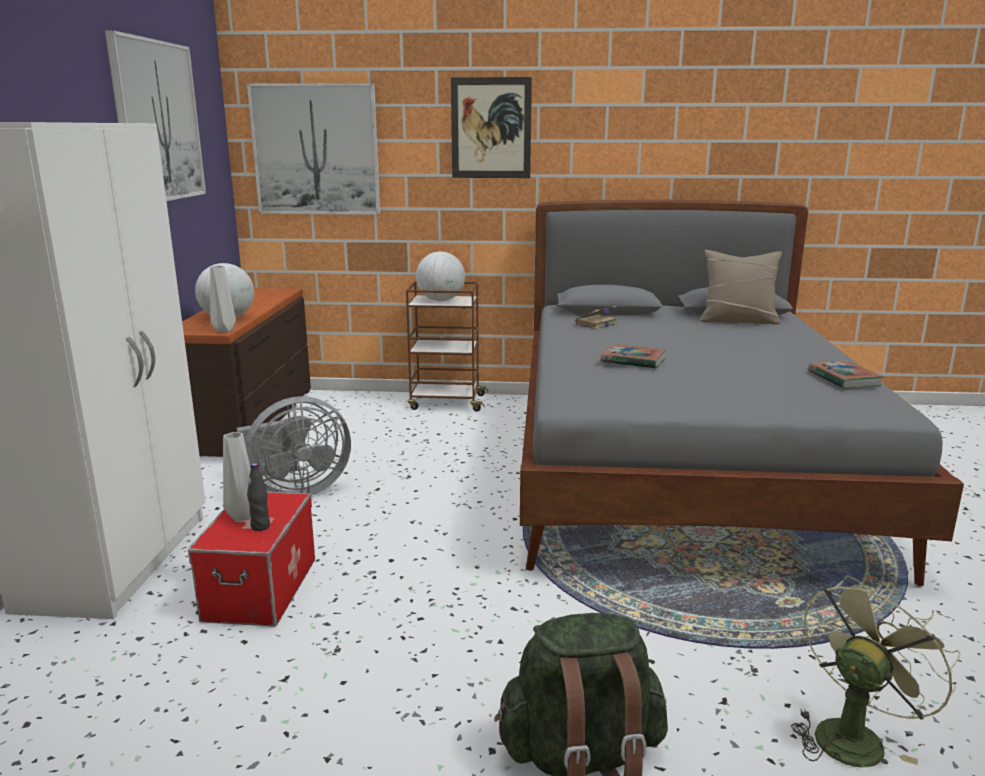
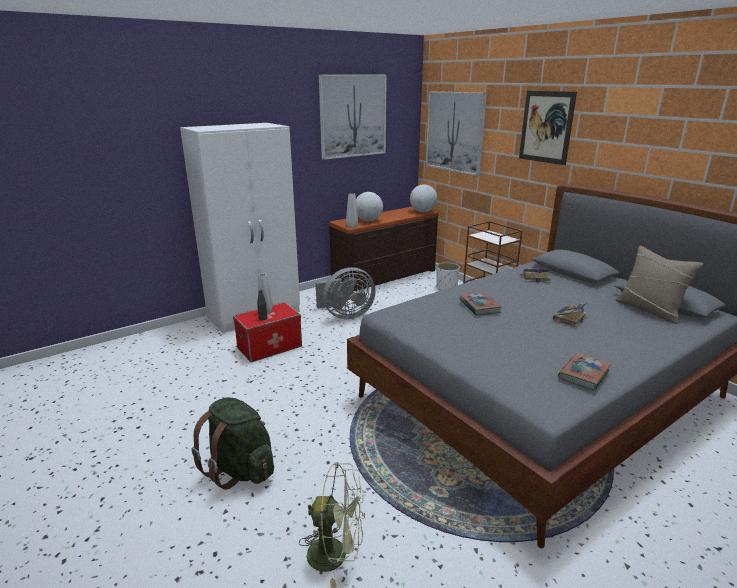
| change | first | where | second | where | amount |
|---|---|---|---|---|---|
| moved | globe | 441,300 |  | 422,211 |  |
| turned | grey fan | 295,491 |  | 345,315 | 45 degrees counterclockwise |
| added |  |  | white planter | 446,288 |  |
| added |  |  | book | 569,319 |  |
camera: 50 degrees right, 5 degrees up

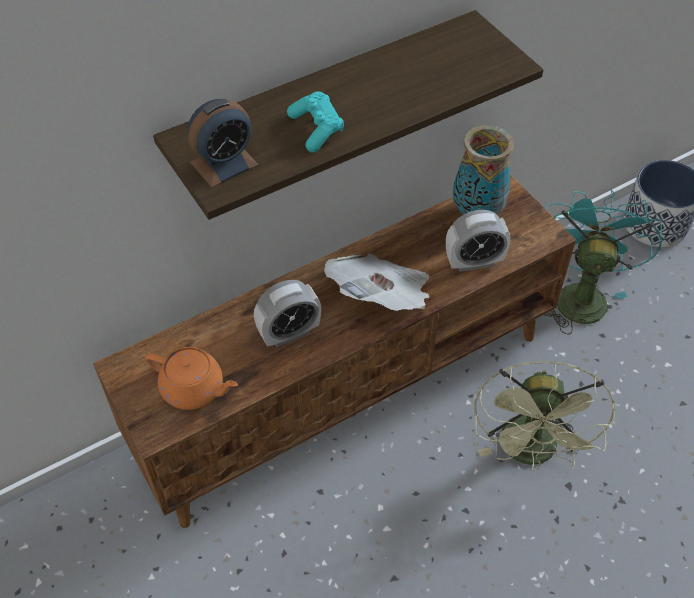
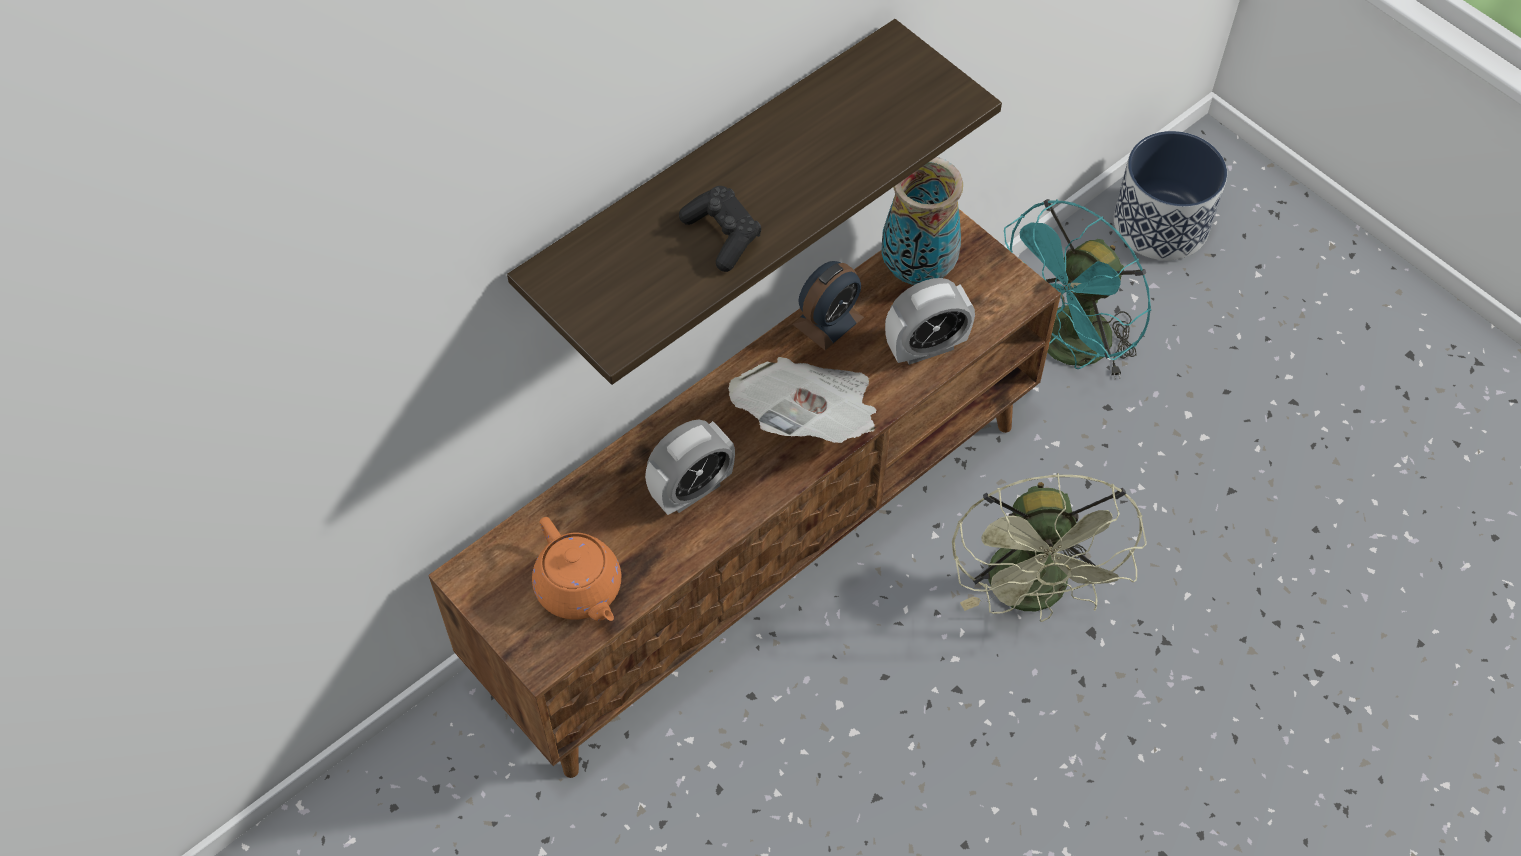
| change | first | where | second | where | amount |
|---|---|---|---|---|---|
| recoloured | turquoise game controller | 316,129 | black game controller | 723,236 |  |
| moved | alarm clock | 224,163 |  | 828,321 |  |
| turned | turquoise fan | 579,294 |  | 1066,349 | 135 degrees counterclockwise |
| turned | orange teapot | 194,389 |  | 579,589 | 45 degrees clockwise |
camera: 10 degrees left, 5 degrees up

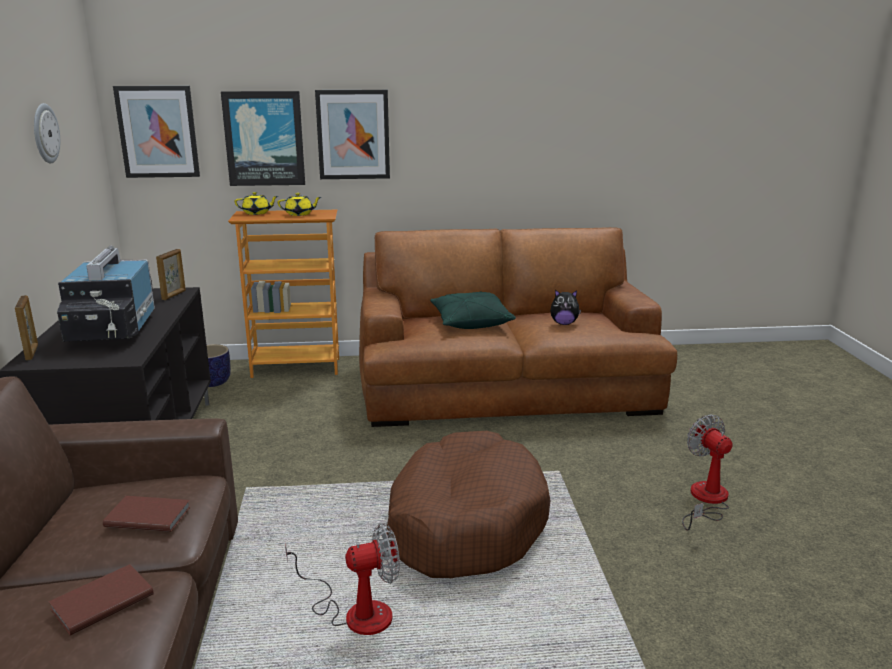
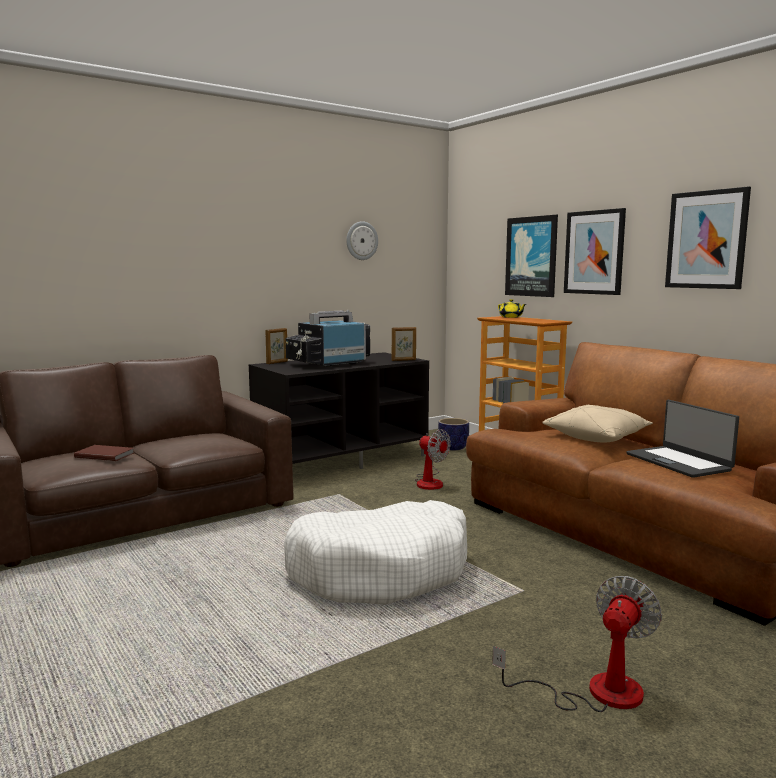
| change | first | where | second | where | amount |
|---|---|---|---|---|---|
| moved | picture | 158,132 |  | 706,240 |  |
| removed | yellow teapot | 300,214 |  |  |  |
| replaced | plush toy | 564,323 | laptop | 678,462 |  |
| recoloured | green pillow | 470,322 | beige pillow | 596,437 |  |
| recoloured | brown dog bed | 465,523 | white dog bed | 381,571 |  |
| removed | brown book | 148,515 |  |  |  |
| moved | fan | 355,612 |  | 430,482 |  |
camera: 60 degrees right, 10 degrees down

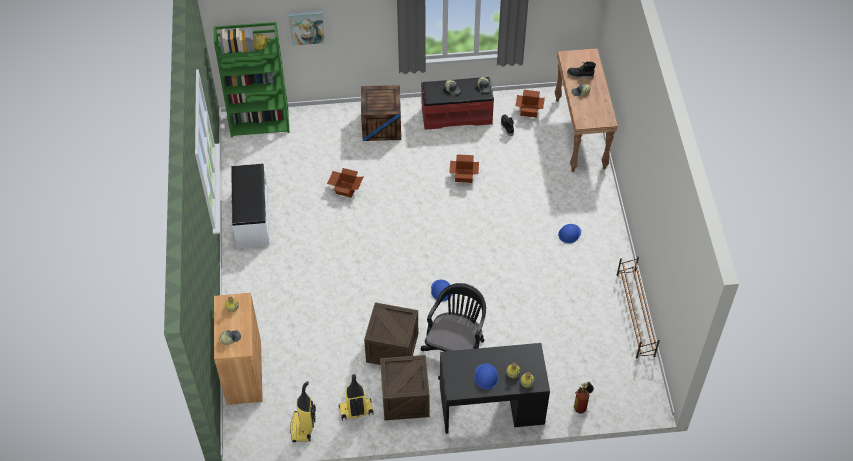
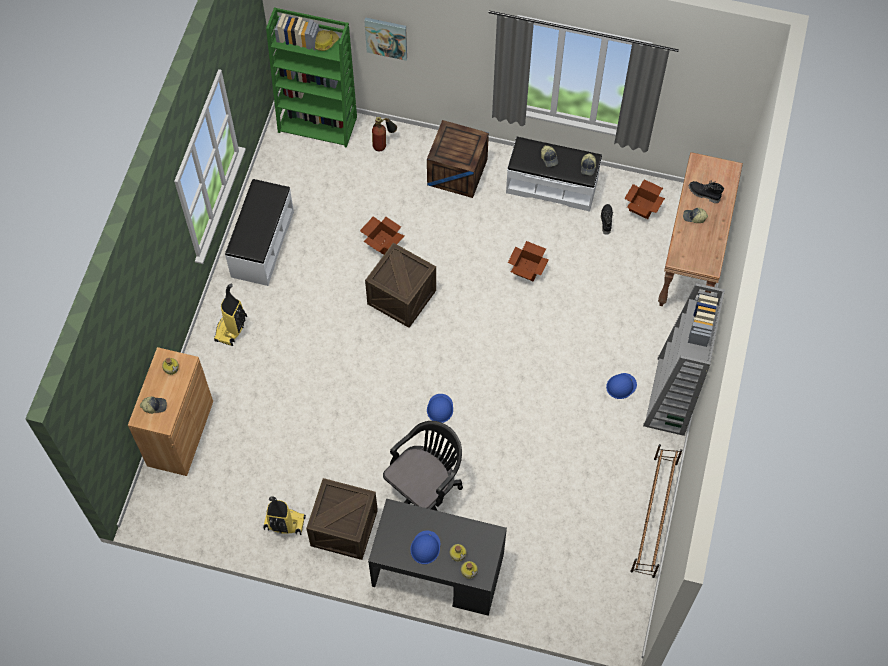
| change | first | where | second | where | amount |
|---|---|---|---|---|---|
| recoloured | red bench | 456,115 | white bench | 552,186 |  |
| moved | crate | 392,347 |  | 401,297 |  |
| moved | vacuum cleaner | 303,427 |  | 231,329 |  |
| moved | fire extinguisher | 582,404 |  | 384,143 |  |
| added |  |  | grey bookcase | 671,397 |  |
camera: 20 degrees right, 10 degrees up

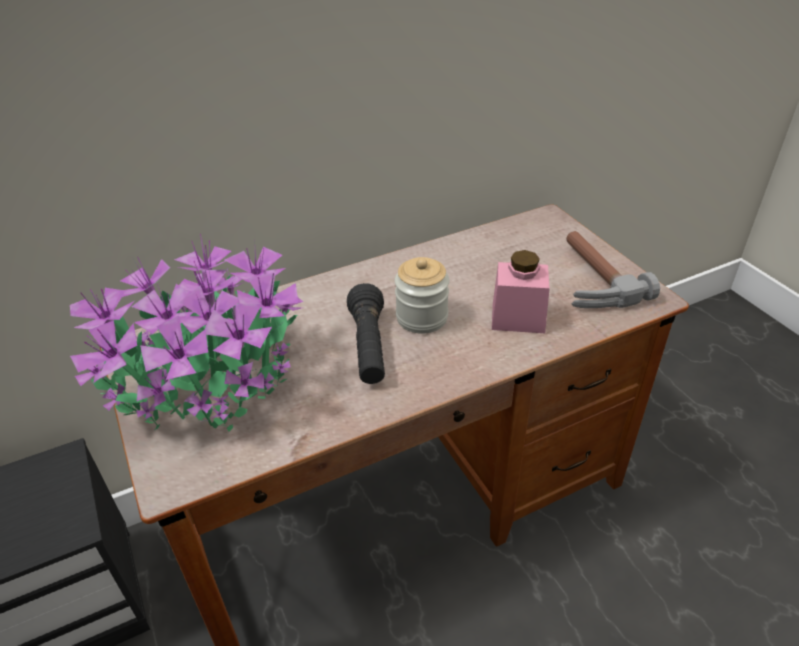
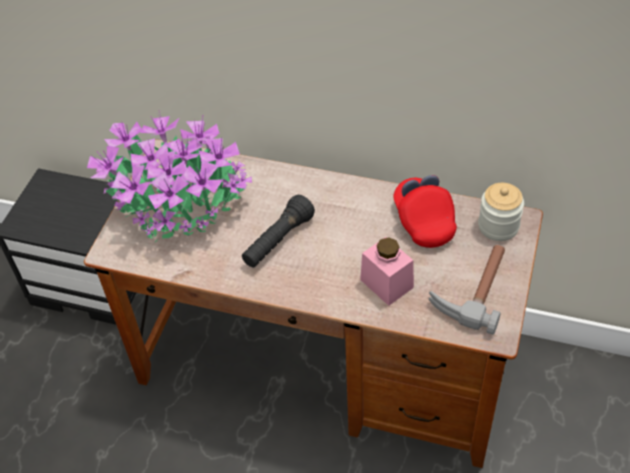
| change | first | where | second | where | amount |
|---|---|---|---|---|---|
| moved | jar | 422,317 |  | 498,226 |  |
| added |  |  | red cap | 423,221 |  |
camera: 45 degrees right, 10 degrees up

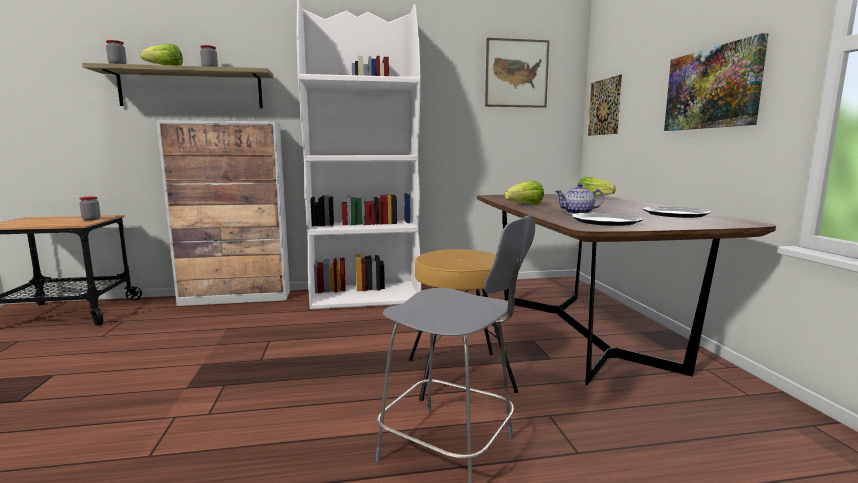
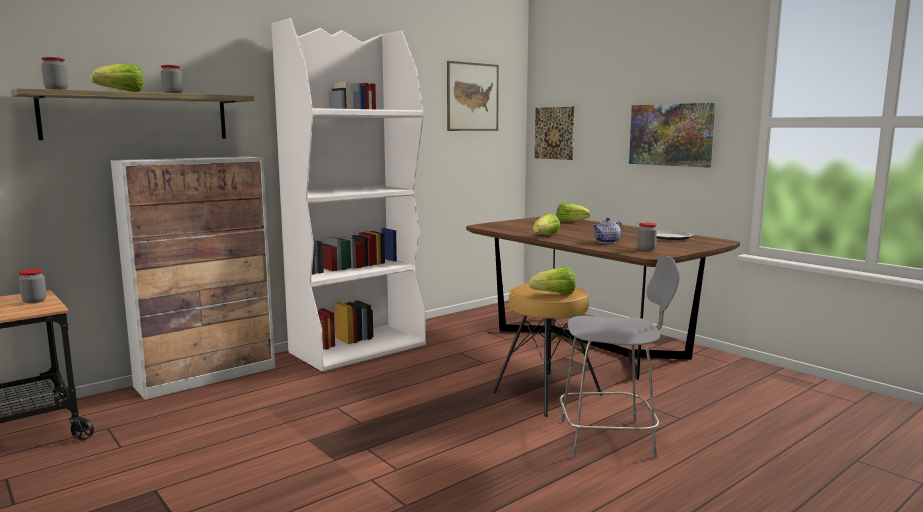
| change | first | where | second | where | amount |
|---|---|---|---|---|---|
| replaced | plate | 605,221 | jar | 646,249 |  |
| added |  |  | lettuce | 554,294 |  |
camera: 30 degrees left, 0 degrees up

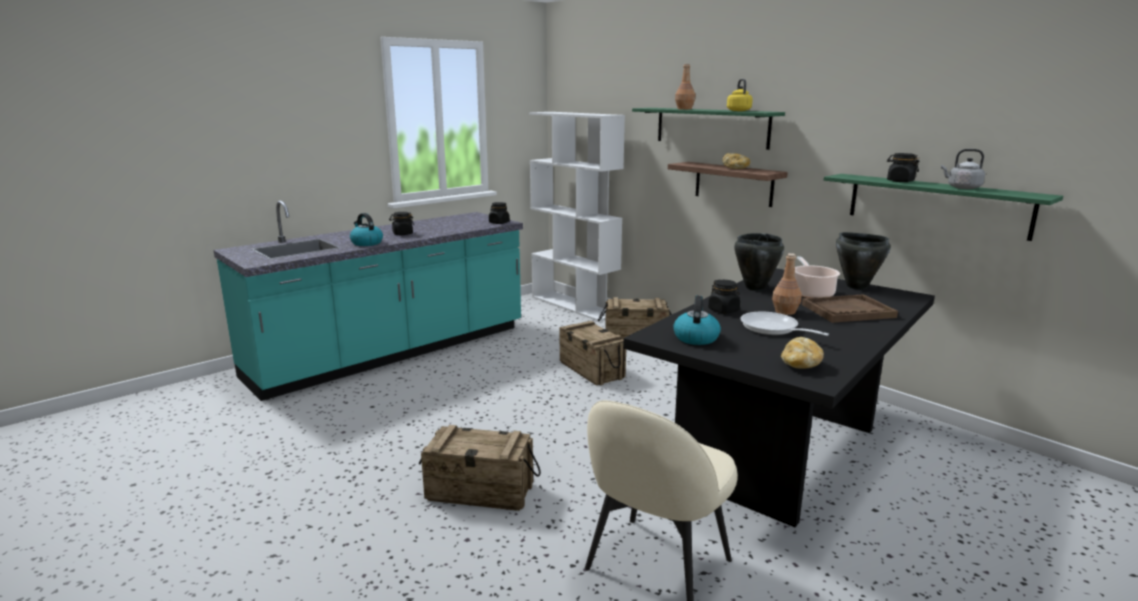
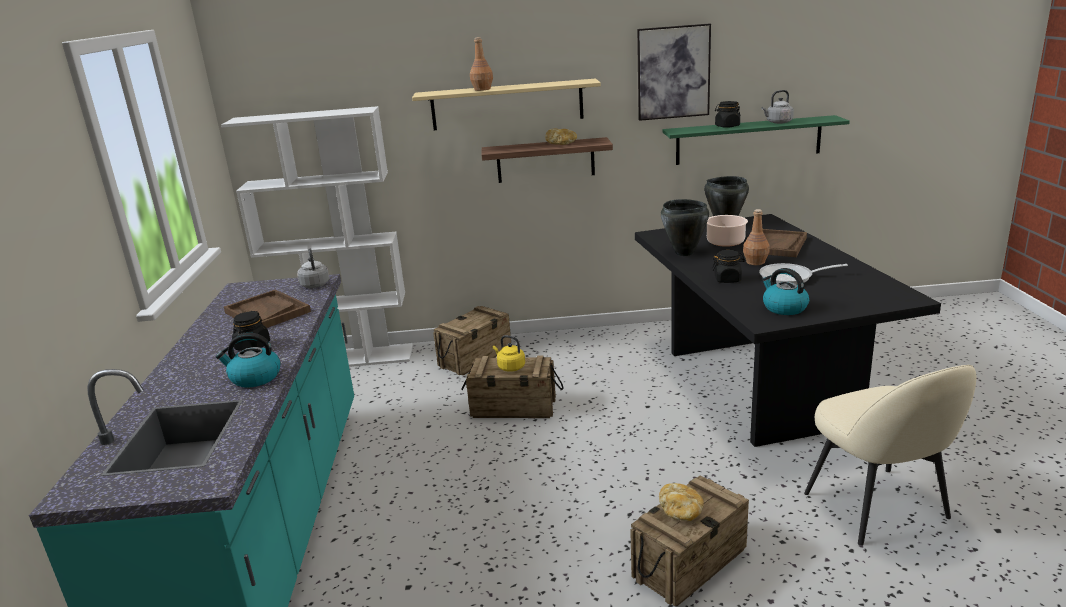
| change | first | where | second | where | amount |
|---|---|---|---|---|---|
| moved | yellow kettle | 738,110 |  | 510,367 |  |
| recoloured | green shelf | 711,127 | beige shelf | 507,105 |  |
| replaced | black jar | 499,223 | grey kettle | 315,284 |  |
| moved | bread | 800,365 |  | 681,512 |  |
| added |  |  | picture | 673,72 |  |
| added |  |  | brown tray | 267,312 |  |
camera: 50 degrees left, 5 degrees up

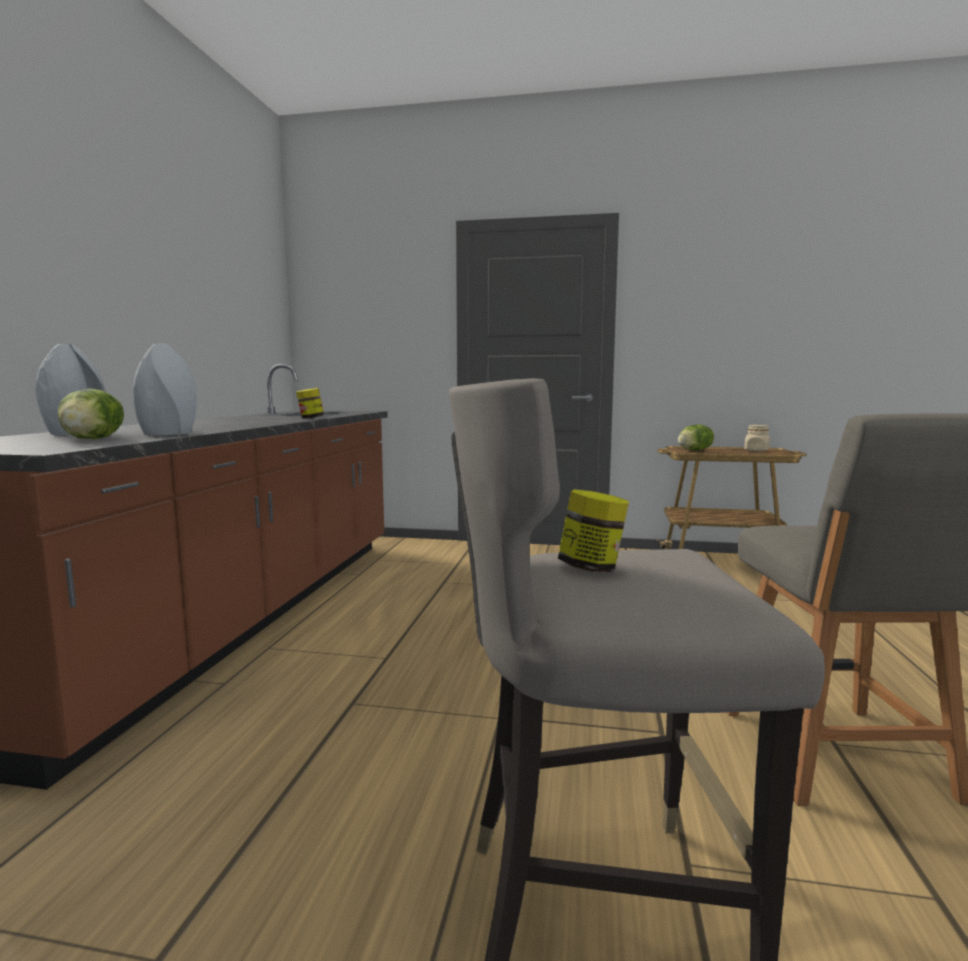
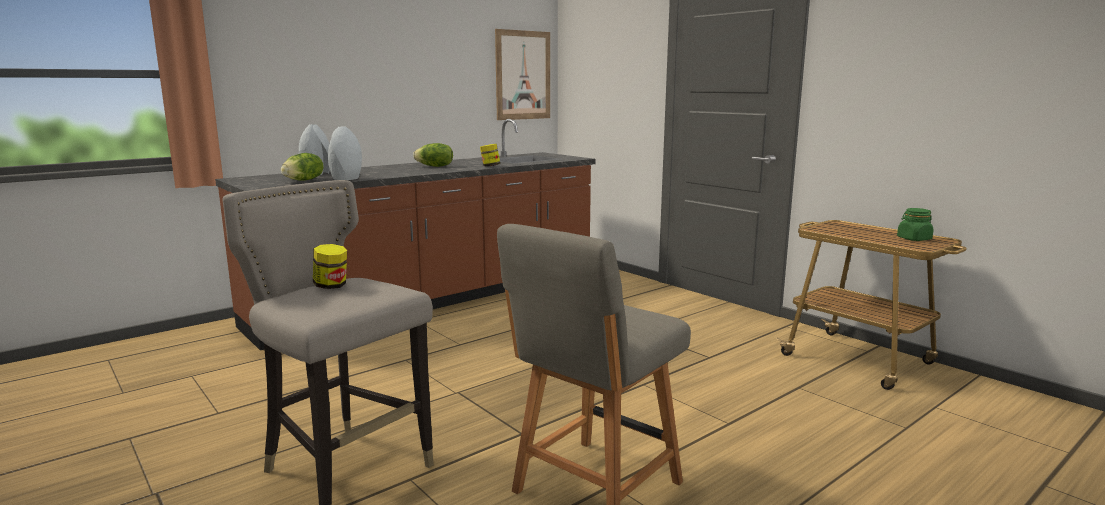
| change | first | where | second | where | amount |
|---|---|---|---|---|---|
| moved | lettuce | 695,450 |  | 435,166 |  |
| recoloured | beige jar | 756,450 | green jar | 914,239 |  |
| added |  |  | picture | 523,75 |  |
camera: 40 degrees right, 5 degrees up

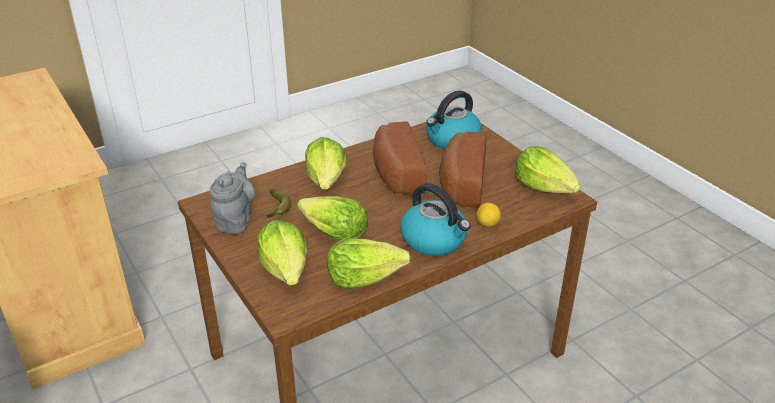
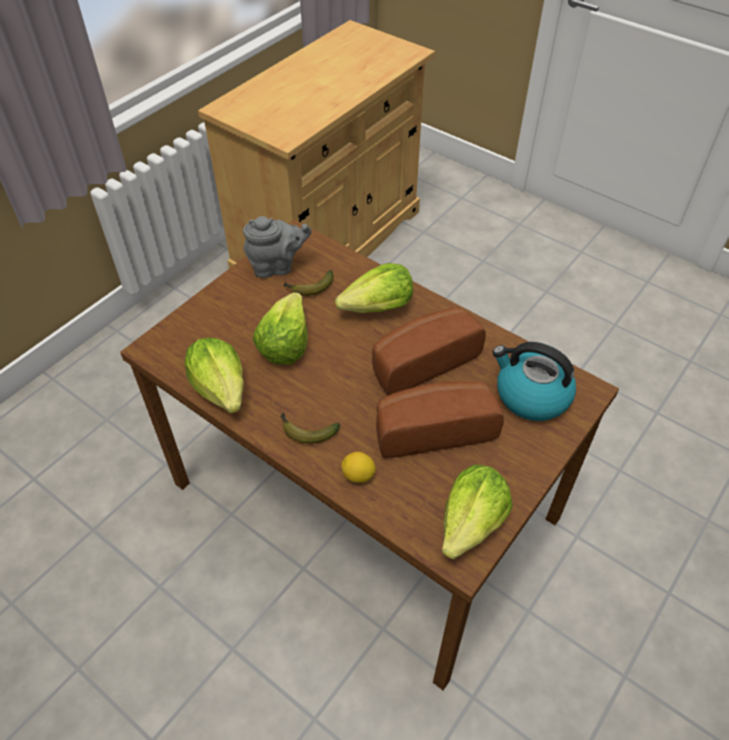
| change | first | where | second | where | amount |
|---|---|---|---|---|---|
| replaced | kettle | 434,240 | banana | 306,431 |  |
| removed | lettuce | 286,269 |  |  |  |
camera: 70 degrees right, 15 degrees up

